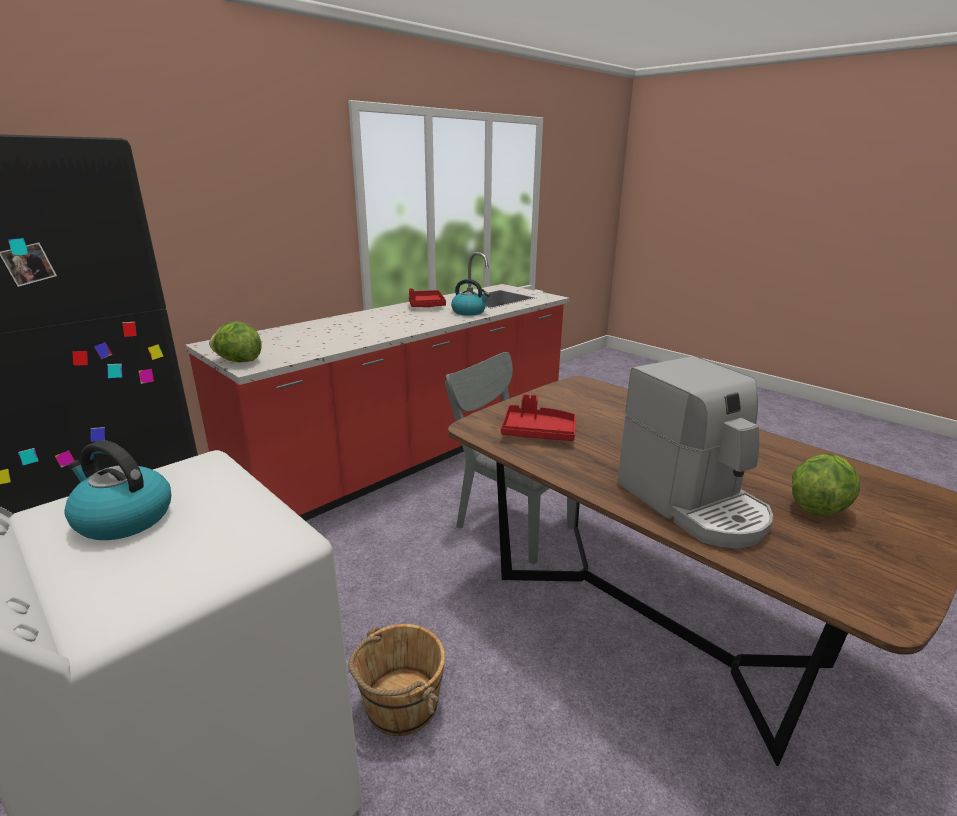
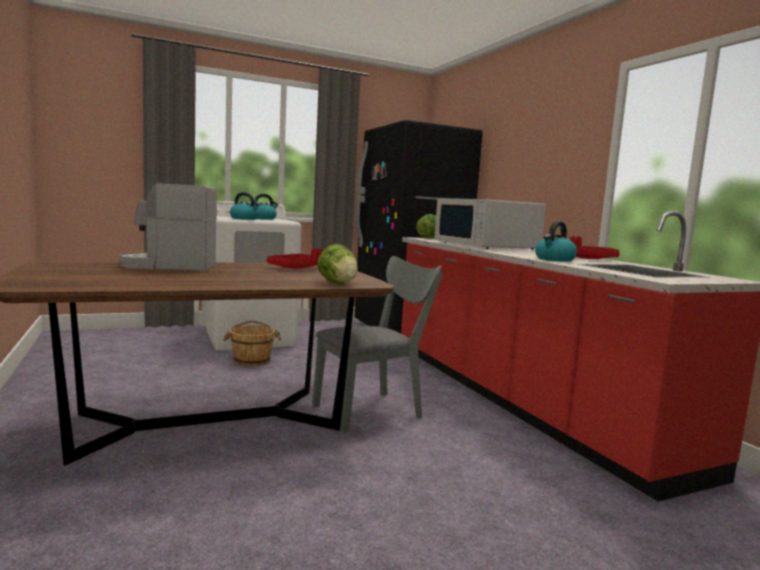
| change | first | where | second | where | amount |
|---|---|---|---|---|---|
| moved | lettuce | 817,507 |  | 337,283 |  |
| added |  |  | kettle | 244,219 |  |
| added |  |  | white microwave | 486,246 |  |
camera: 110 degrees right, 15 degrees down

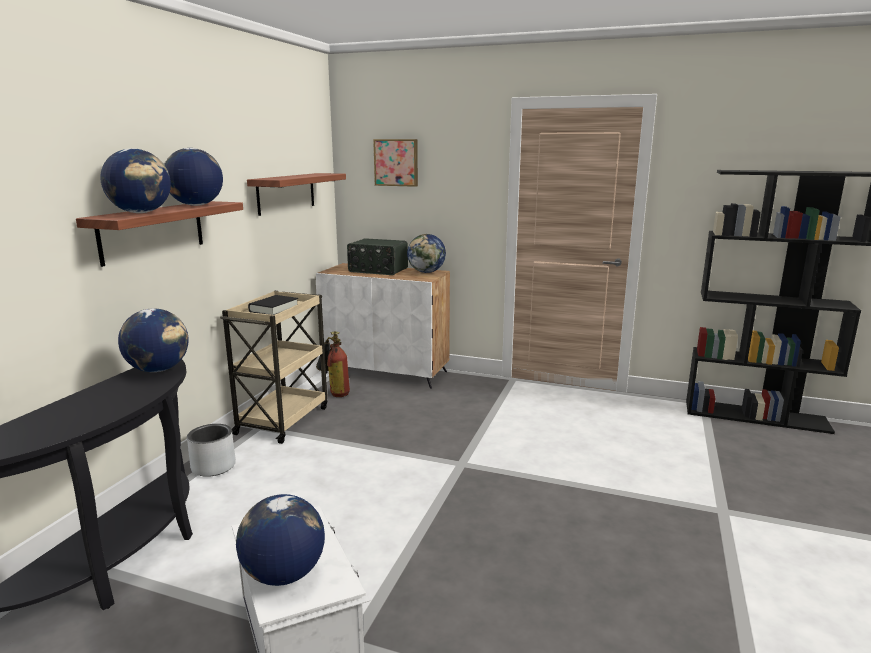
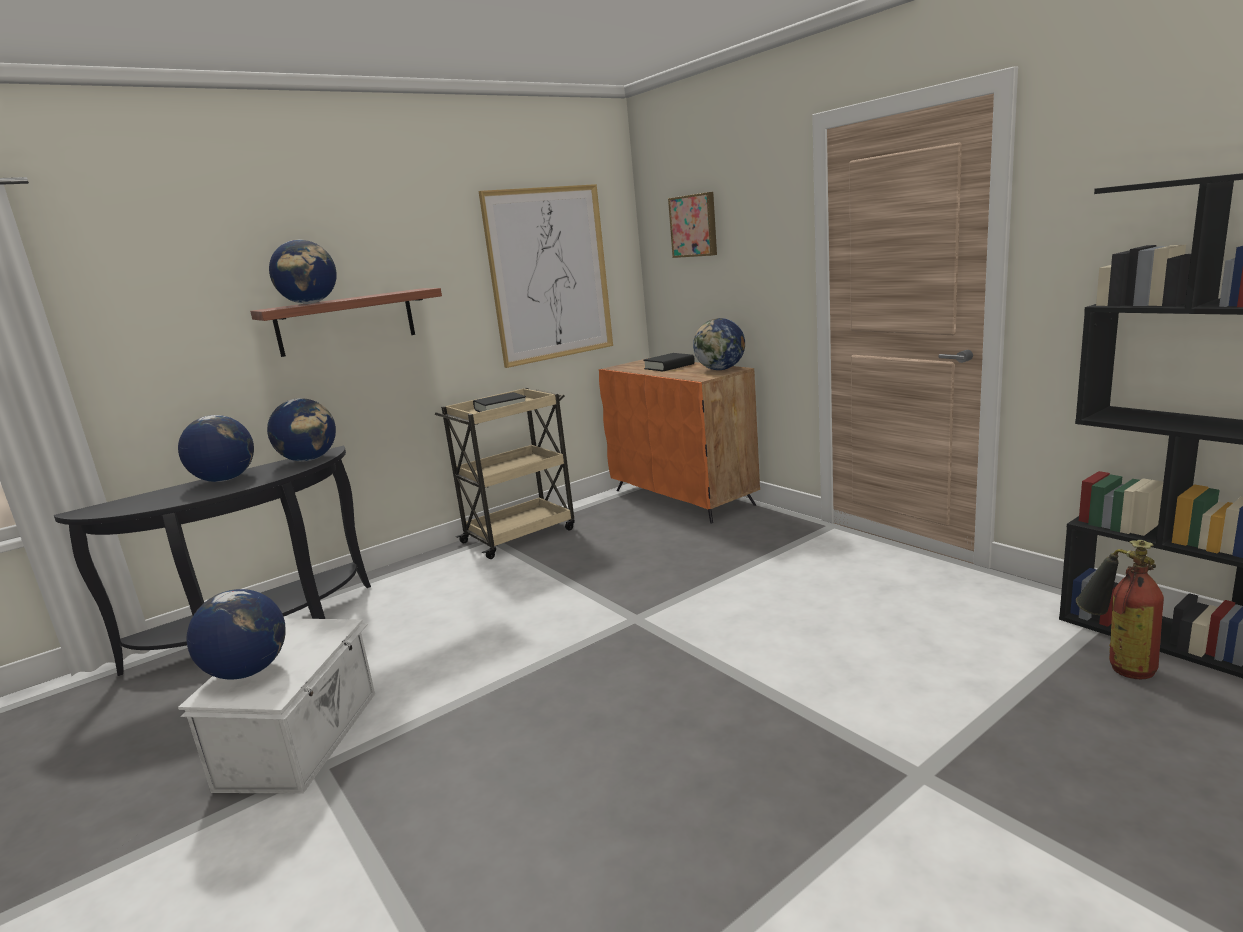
| change | first | where | second | where | amount |
|---|---|---|---|---|---|
| moved | globe | 196,205 |  | 225,480 |  |
| replaced | shelf | 286,193 | picture | 549,274 |  |
| replaced | radio | 377,270 | black book | 669,366 |  |
| recoloured | white cabinet | 386,372 | orange cabinet | 683,497 |  |
| moved | fire extinguisher | 334,392 |  | 1116,662 |  |
| removed | grey planter | 213,466 |  |  |  |
camera: 35 degrees right, 0 degrees up

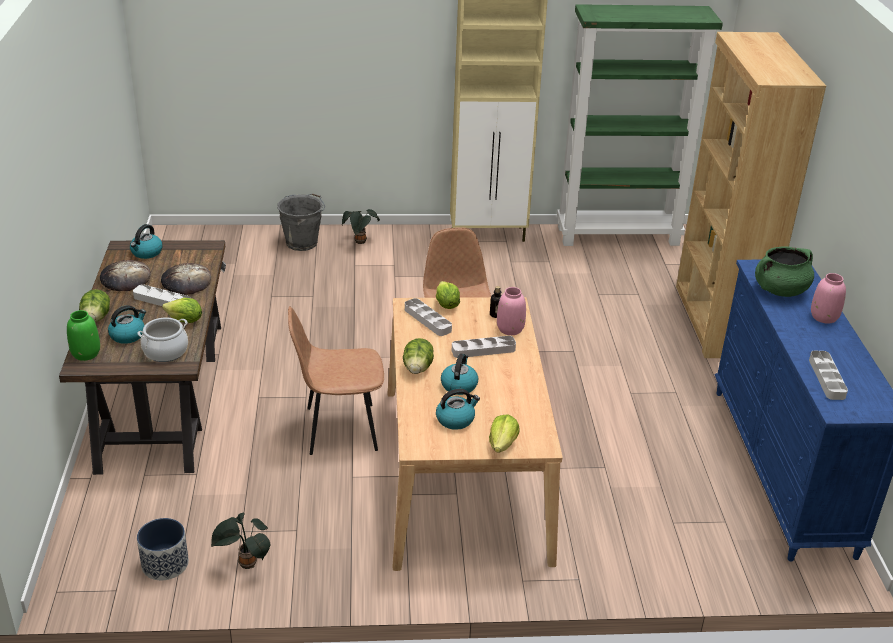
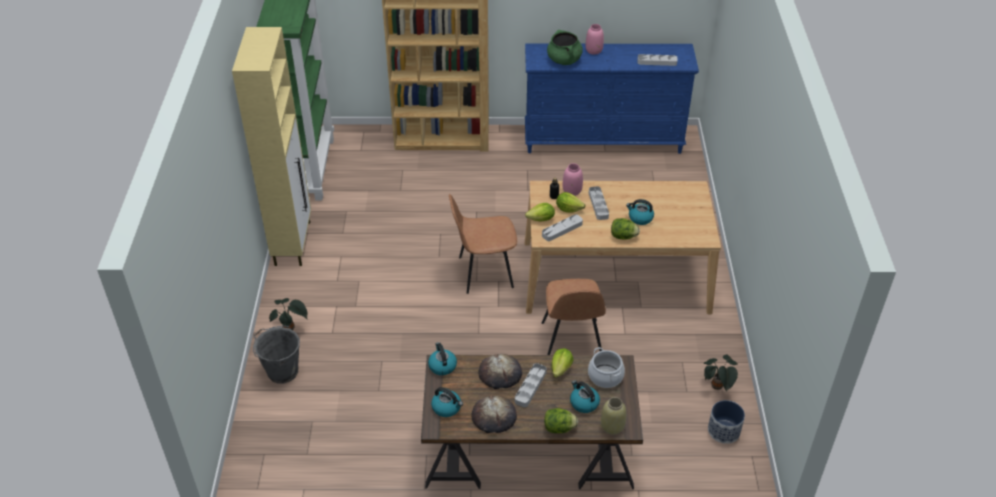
| change | first | where | second | where | amount |
|---|---|---|---|---|---|
| recoloured | green vase | 86,353 | beige vase | 612,426 |  |
| moved | kettle | 455,419 |  | 442,366 |  |
| moved | lettuce | 502,444 |  | 568,209 |  |
camera: 85 degrees left, 10 degrees up

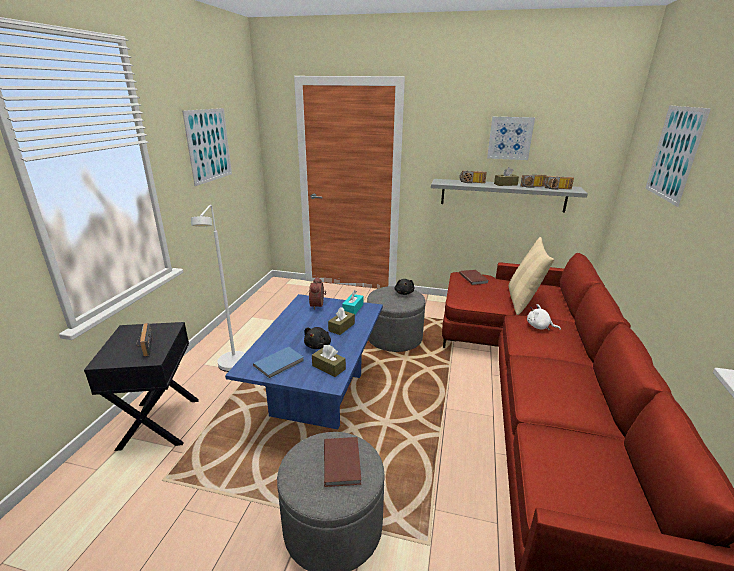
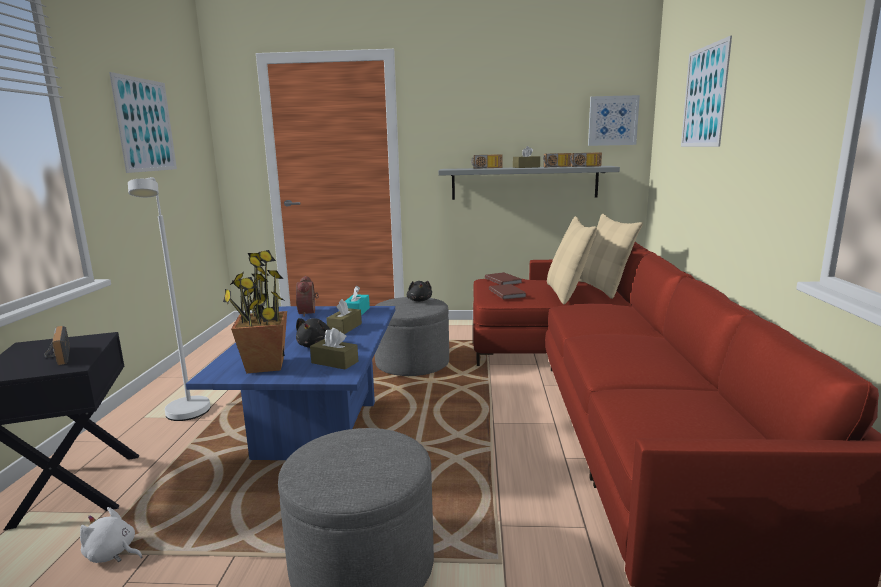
| change | first | where | second | where | amount |
|---|---|---|---|---|---|
| moved | picture | 510,138 |  | 613,121 |  |
| moved | white plush toy | 539,327 |  | 112,554 |  |
| replaced | blue book | 280,364 | potted plant | 265,365 |  |
| moved | brown book | 343,462 |  | 507,293 |  |
| added |  |  | beige pillow | 603,288 |  |
camera: 10 degrees left, 10 degrees down

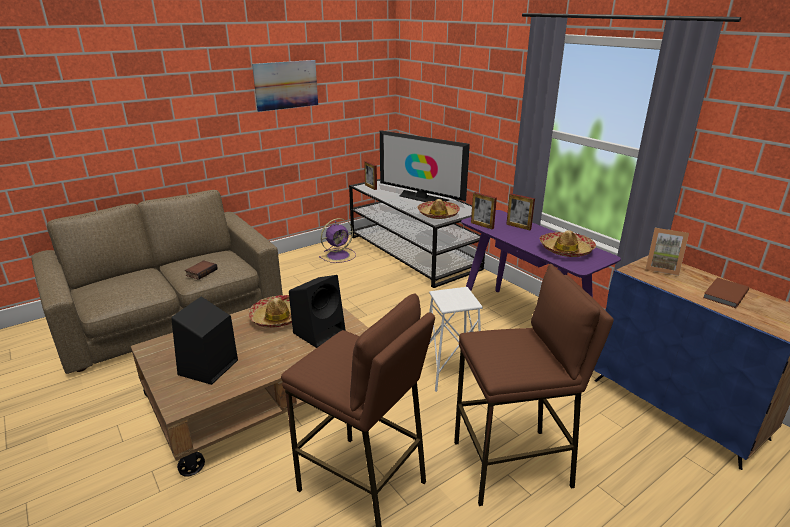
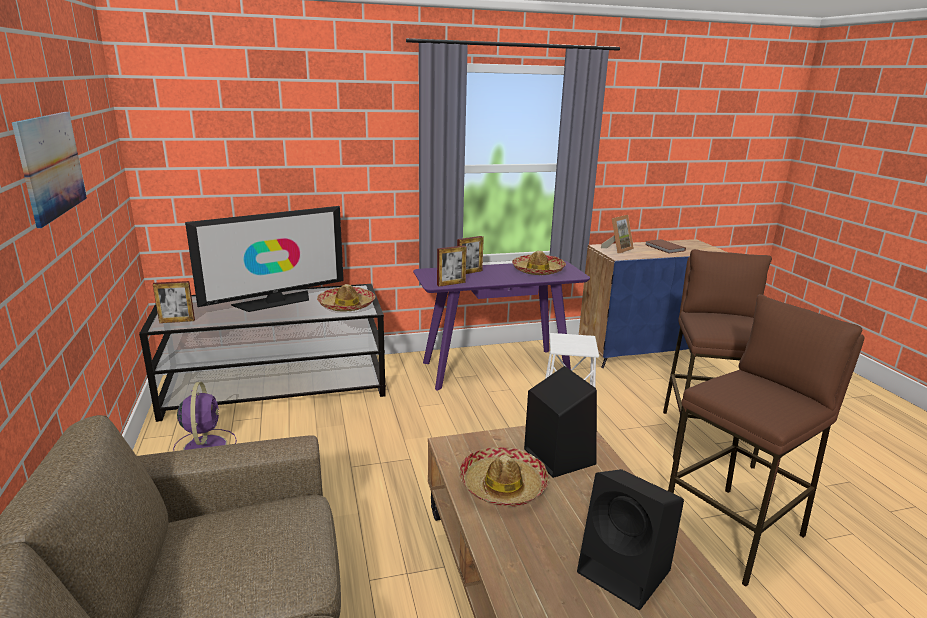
| change | first | where | second | where | amount |
|---|---|---|---|---|---|
| removed | book | 201,272 |  |  |  |
camera: 70 degrees left, 5 degrees down

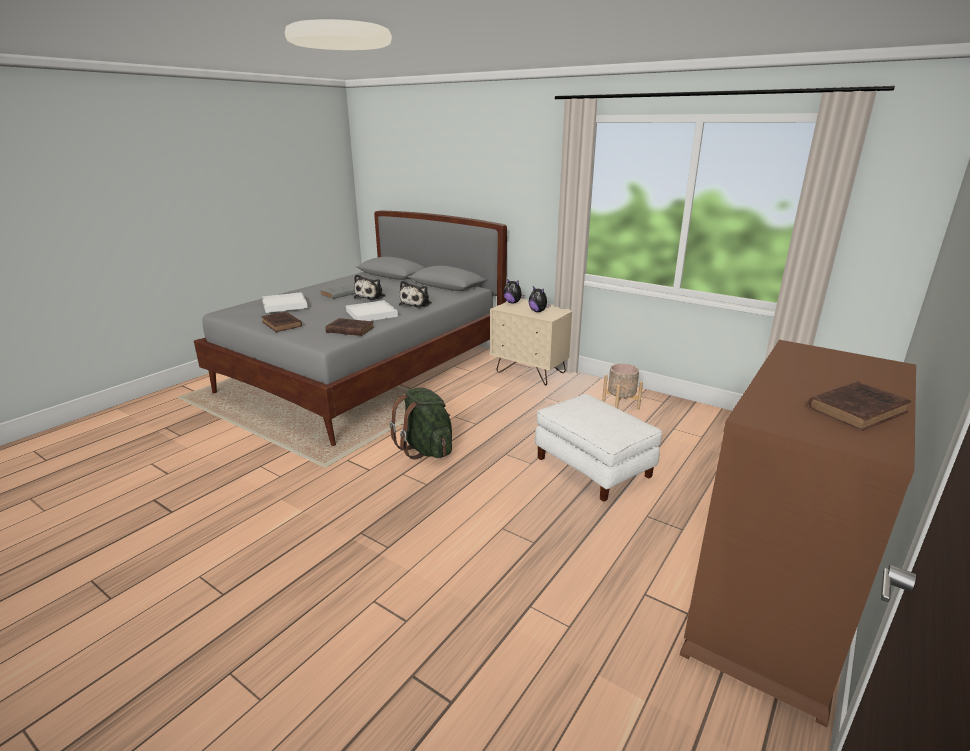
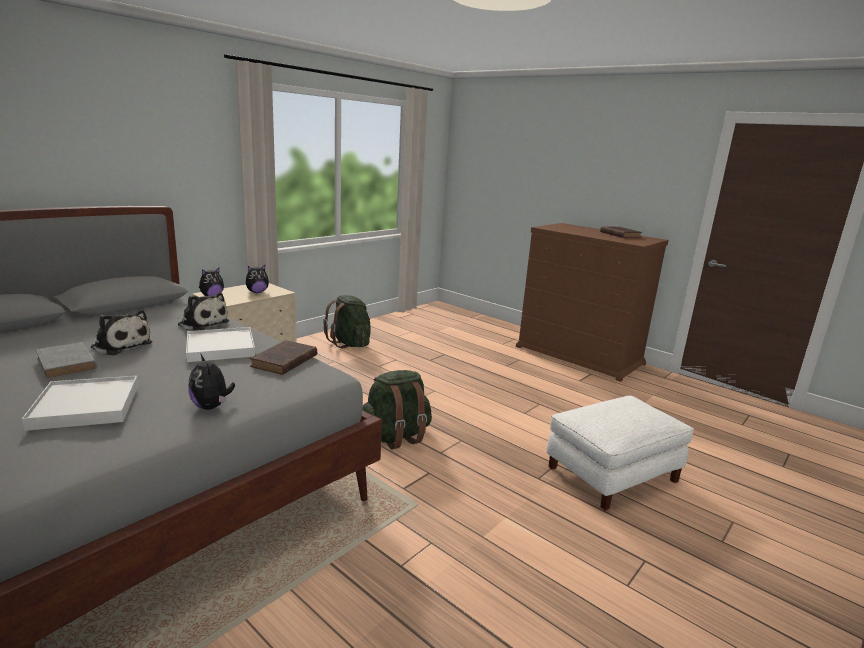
| change | first | where | second | where | amount |
|---|---|---|---|---|---|
| replaced | brown book | 282,324 | plush toy | 212,406 |  |
| replaced | beige planter | 620,405 | green backpack | 350,344 |  |
| moved | white ottoman | 594,467 |  | 612,473 |  |
camera: 85 degrees left, 5 degrees down

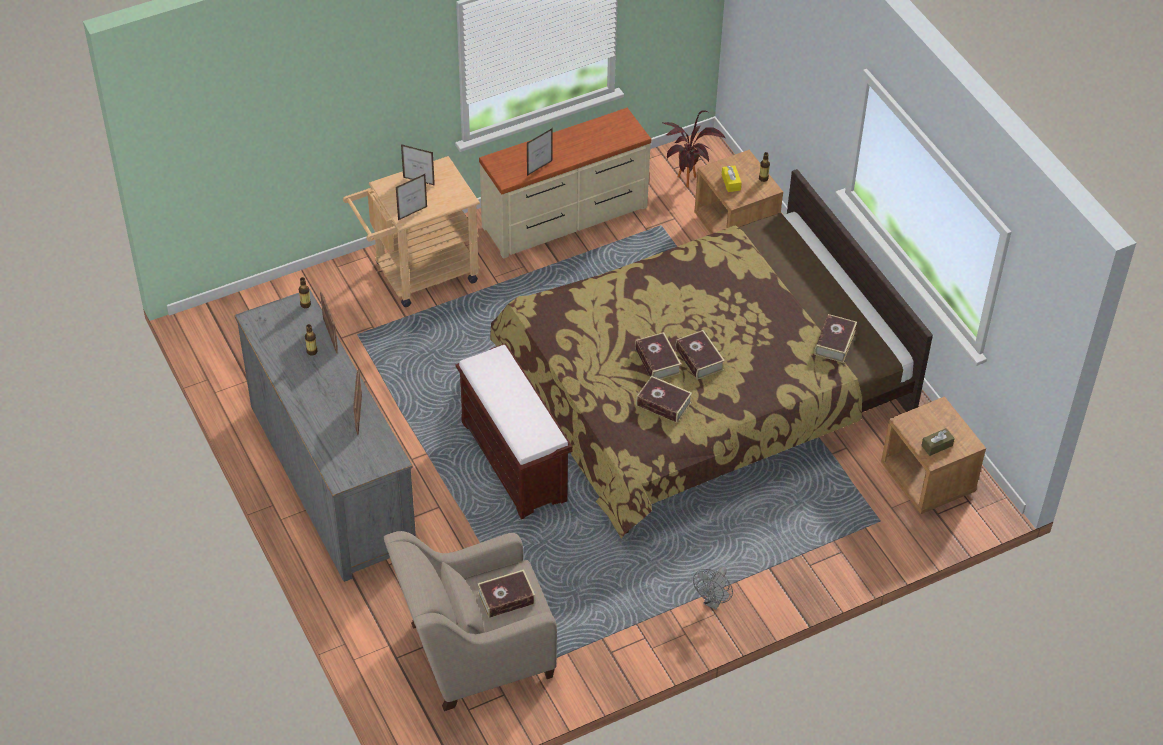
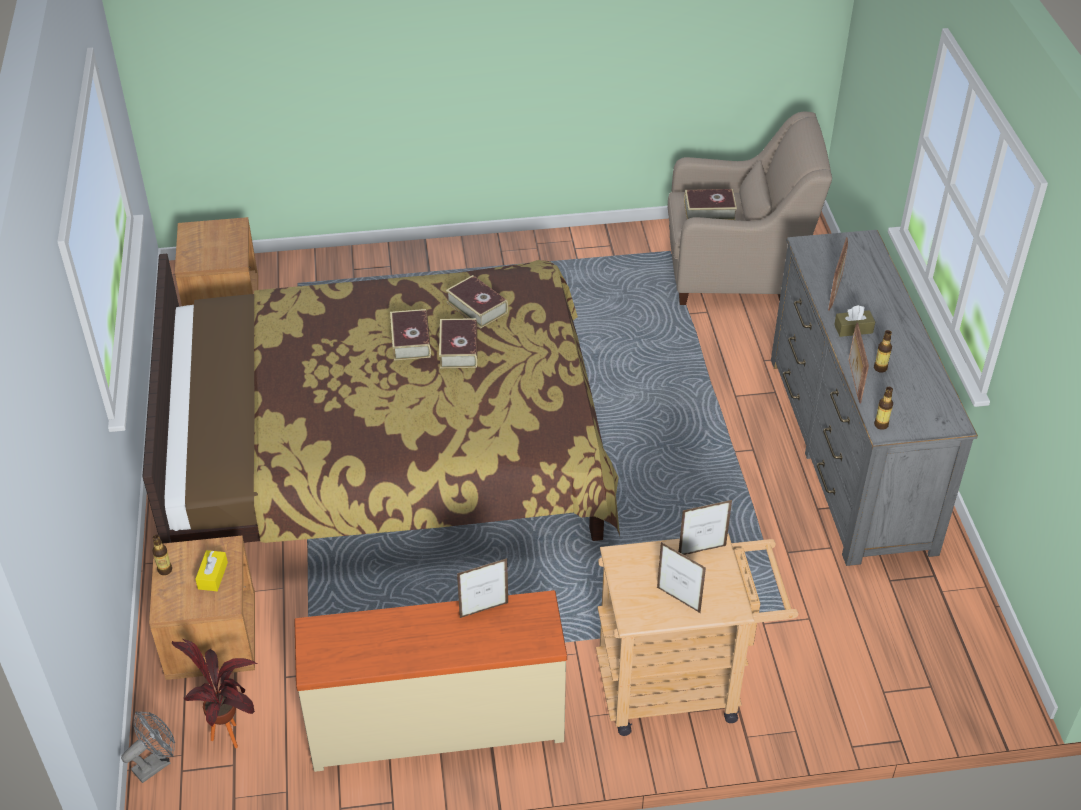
| change | first | where | second | where | amount |
|---|---|---|---|---|---|
| removed | book | 834,342 |  |  |  |
| removed | brown bench | 515,462 |  |  |  |
| moved | brown tissue box | 937,445 |  | 853,329 |  |
| moved | grey fan | 713,601 |  | 156,763 |  |
camera: 160 degrees left, 5 degrees down

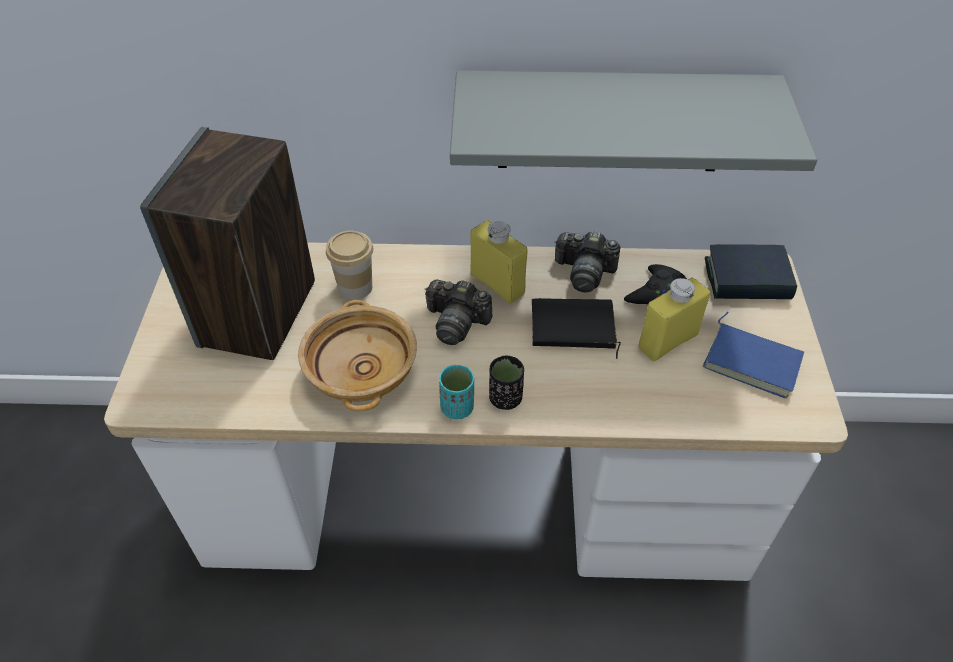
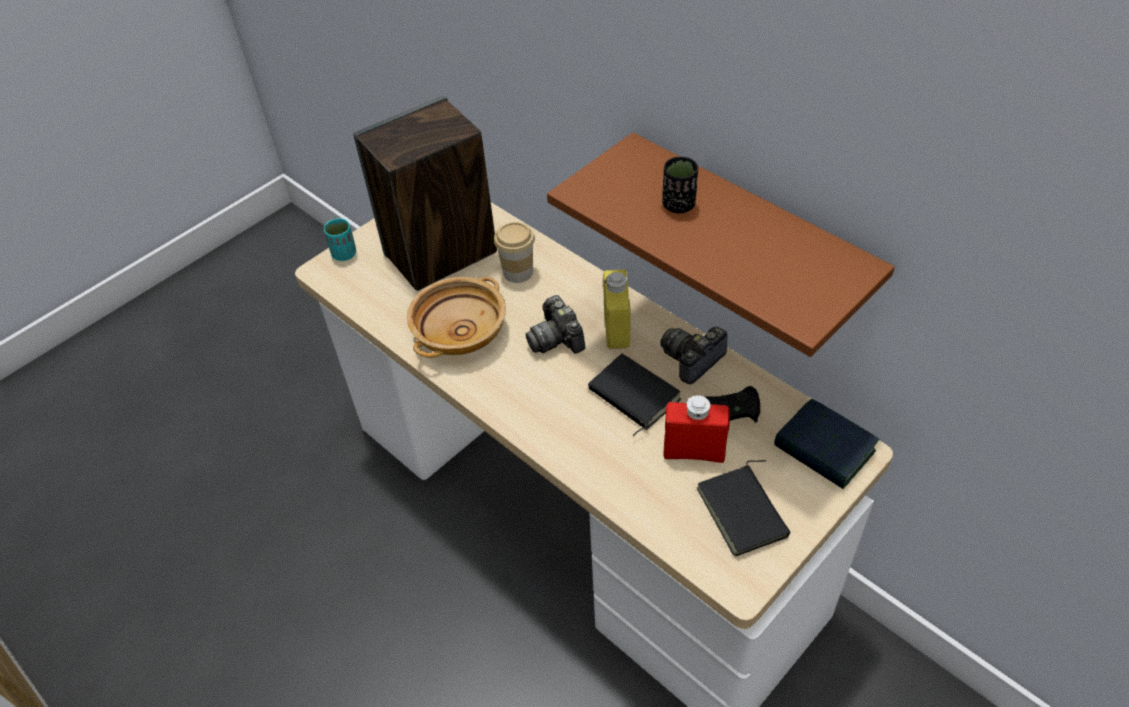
| change | first | where | second | where | amount |
|---|---|---|---|---|---|
| recoloured | grey shelf | 612,122 | brown shelf | 748,236 |  |
| turned | photo camera | 584,272 |  | 693,360 | 75 degrees clockwise |
| recoloured | yellow bottle | 667,341 | red bottle | 694,452 |  |
| recoloured | blue book | 753,361 | black book | 745,512 |  |
| moved | black cup | 505,398 |  | 678,205 |  |
| moved | turquoise cup | 457,407 |  | 344,254 |  |
camera: 45 degrees right, 0 degrees up

